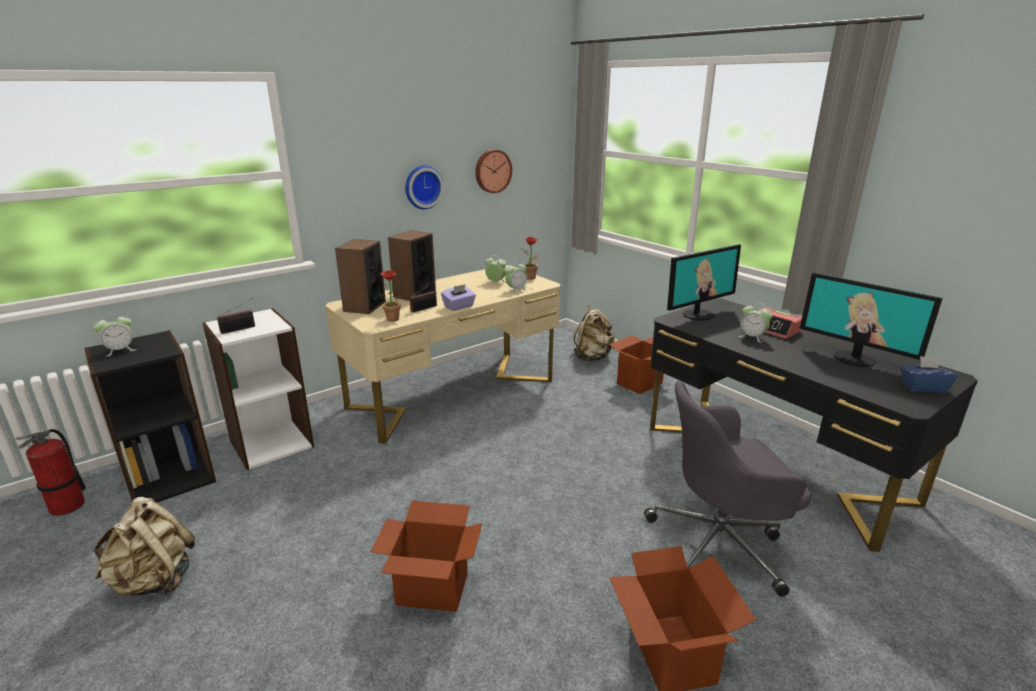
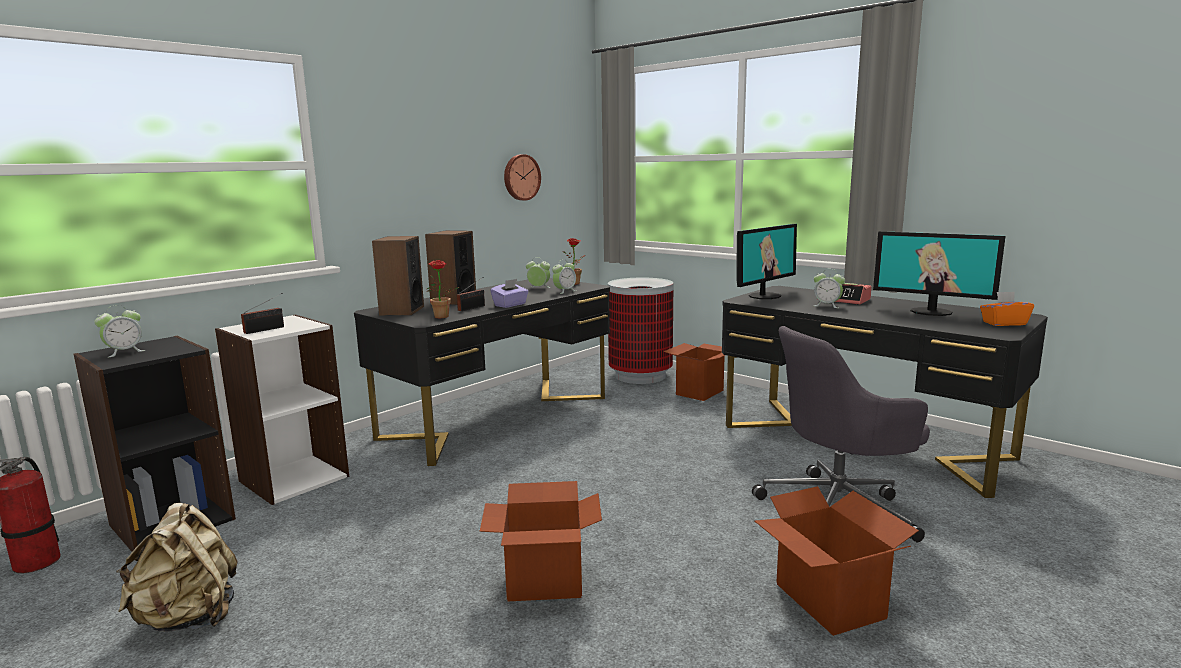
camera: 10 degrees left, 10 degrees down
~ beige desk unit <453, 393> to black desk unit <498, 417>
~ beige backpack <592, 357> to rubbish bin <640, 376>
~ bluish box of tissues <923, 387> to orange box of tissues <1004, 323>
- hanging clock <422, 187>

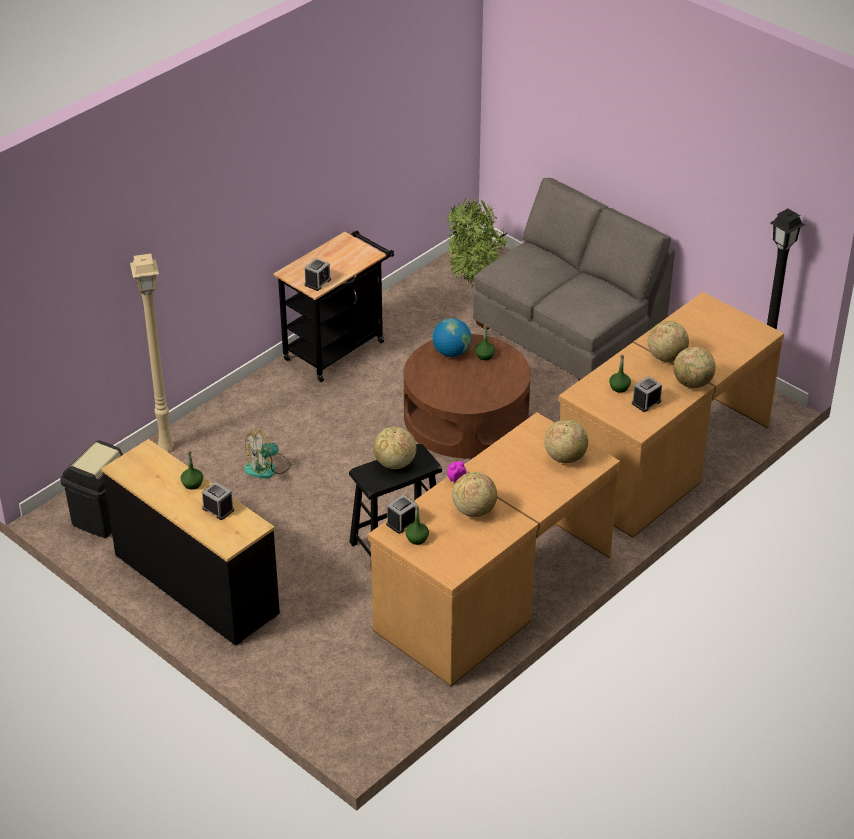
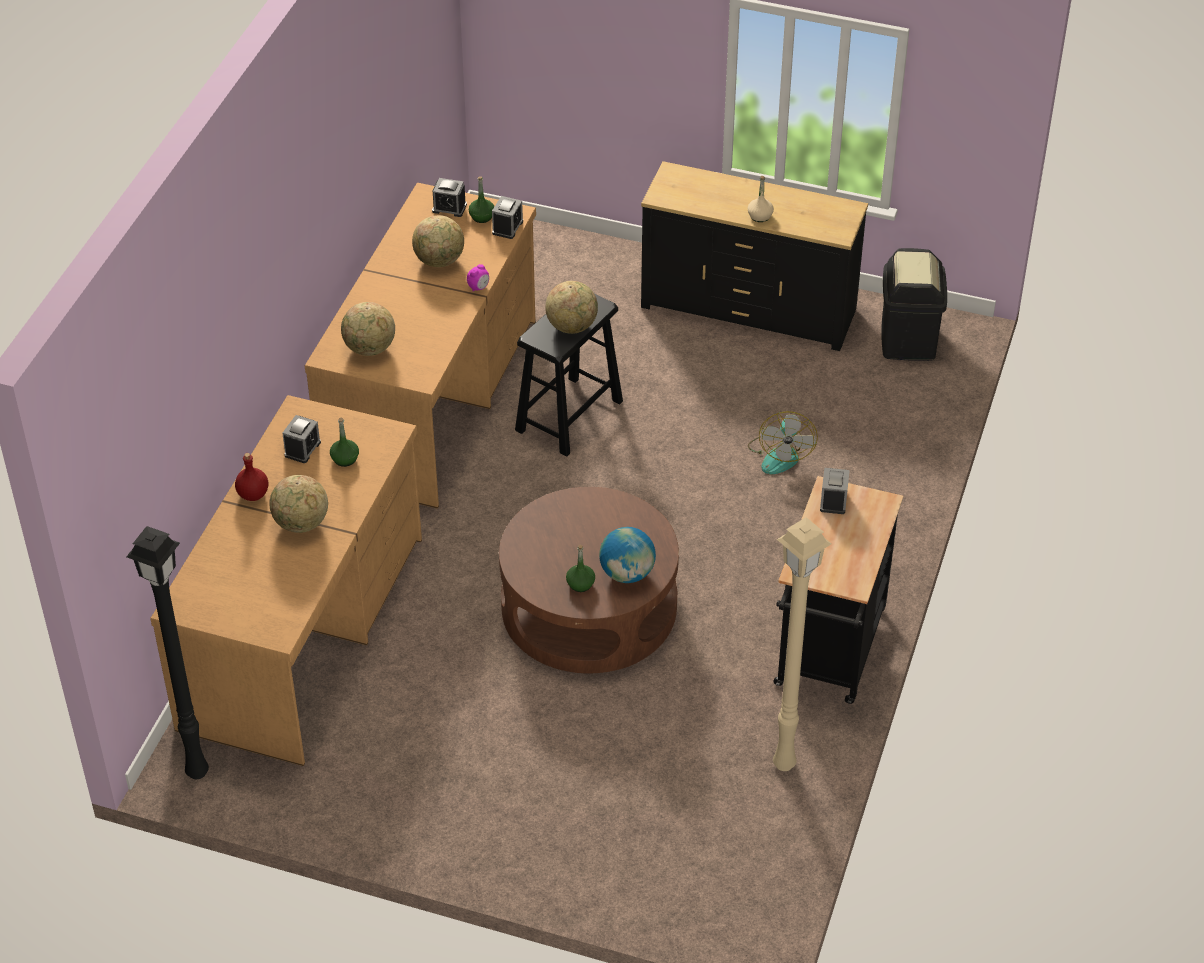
camera: 155 degrees right, 5 degrees up
~ desk globe <692, 383> to reddish beverage bottle <252, 495>
~ table clock <218, 509> to <449, 208>
~ greenish beverage bottle <192, 483> to beige beverage bottle <760, 216>
~ fan <267, 468> = <780, 454> 150 degrees clockwise
~ beige standard lamp <167, 447> to <784, 765>
- plant in a pot <473, 279>
- greyish couch <568, 331>

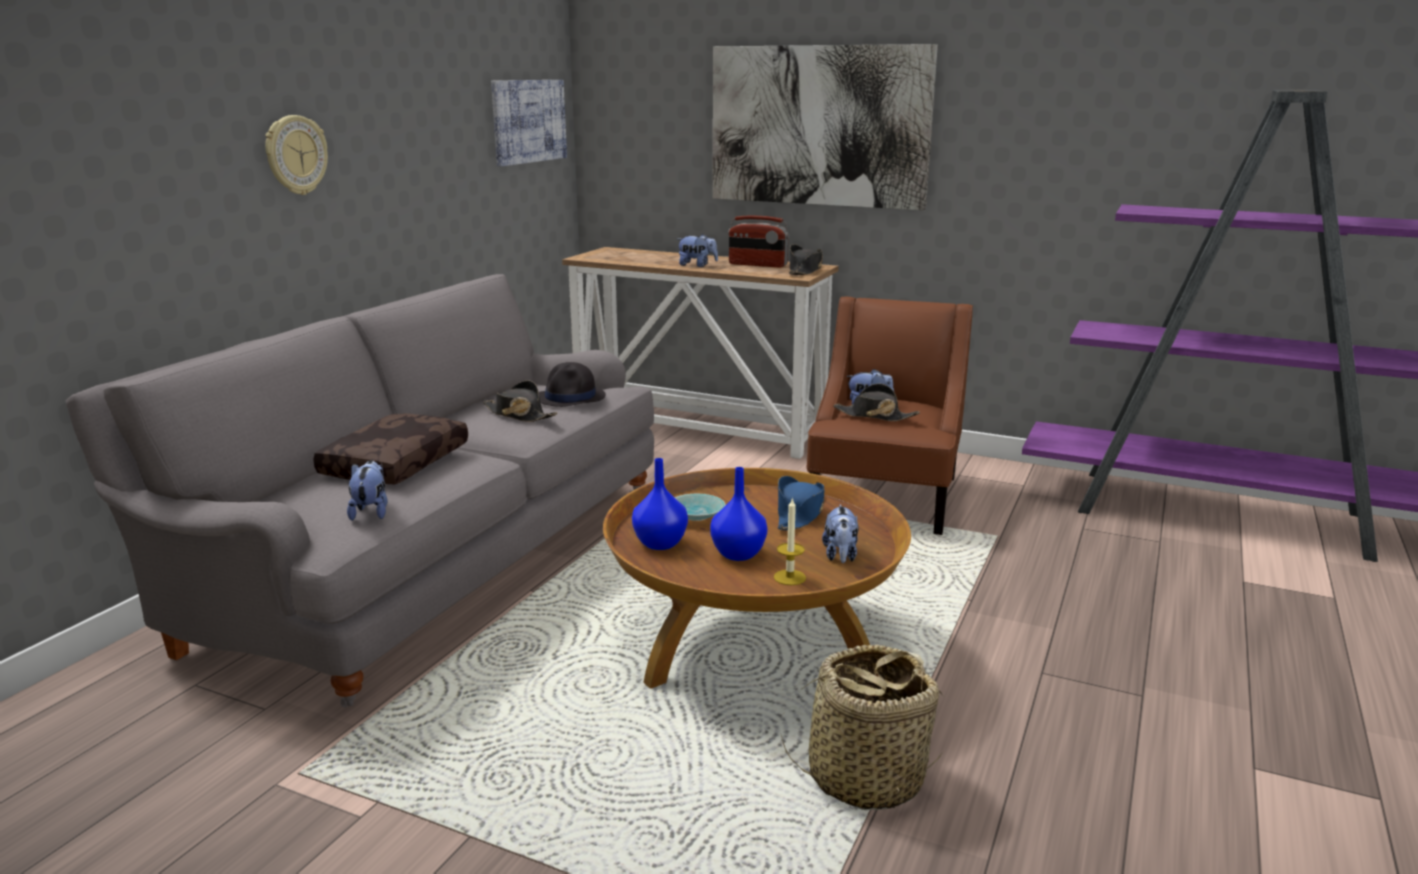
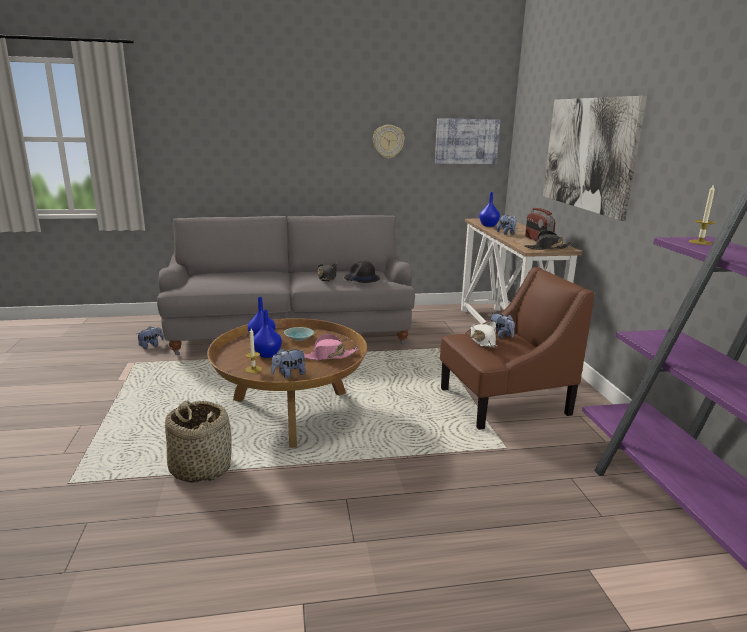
camera: 55 degrees right, 0 degrees up
~ plush toy <371, 512> to <151, 345>
~ bluish wearable hat <799, 514> to pink-coloured wearable hat <328, 356>
~ hanging clock <295, 155> to <388, 141>
~ black wearable hat <874, 416> to white-coloured wearable hat <482, 340>
+ bluish flower vase <489, 225>
+ wax light <700, 242>
- brown-coloured pillow <394, 463>

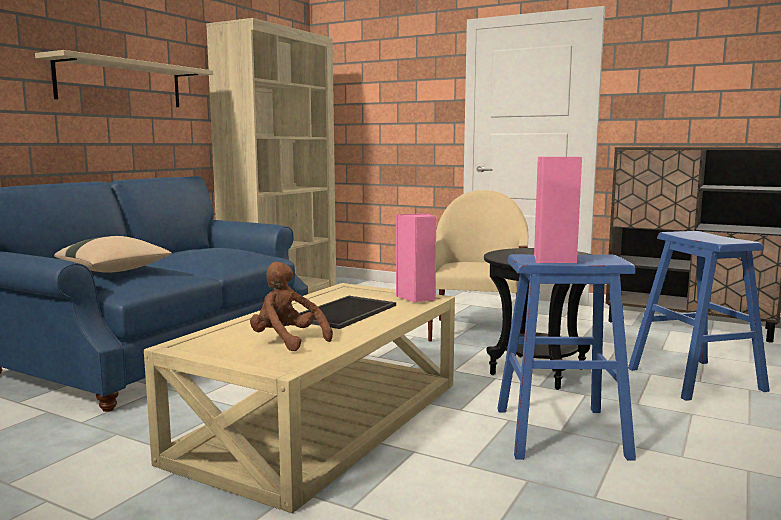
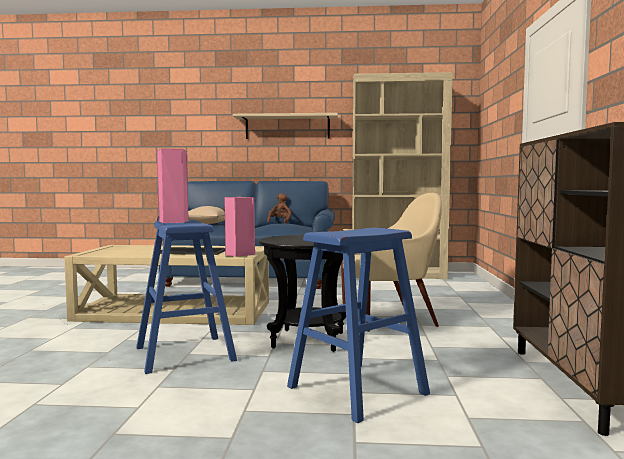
camera: 65 degrees right, 5 degrees down
~ brown-coloured plush toy <287, 341> to <280, 222>

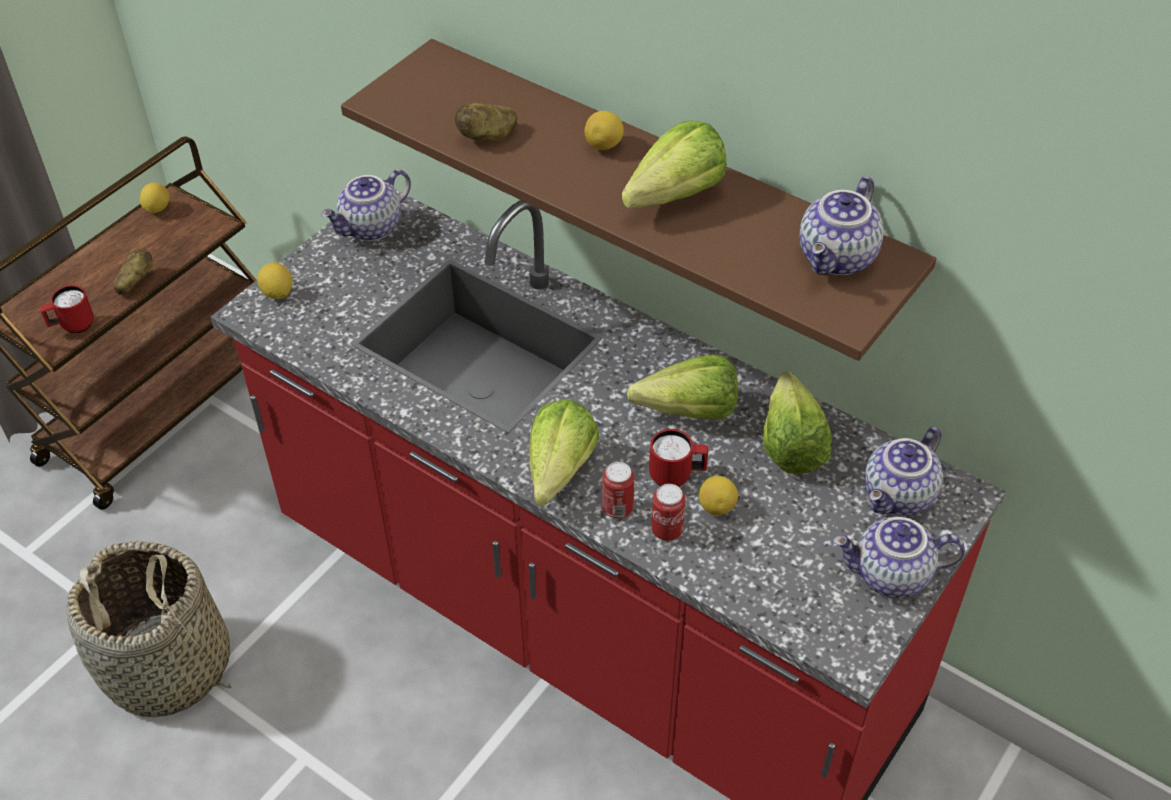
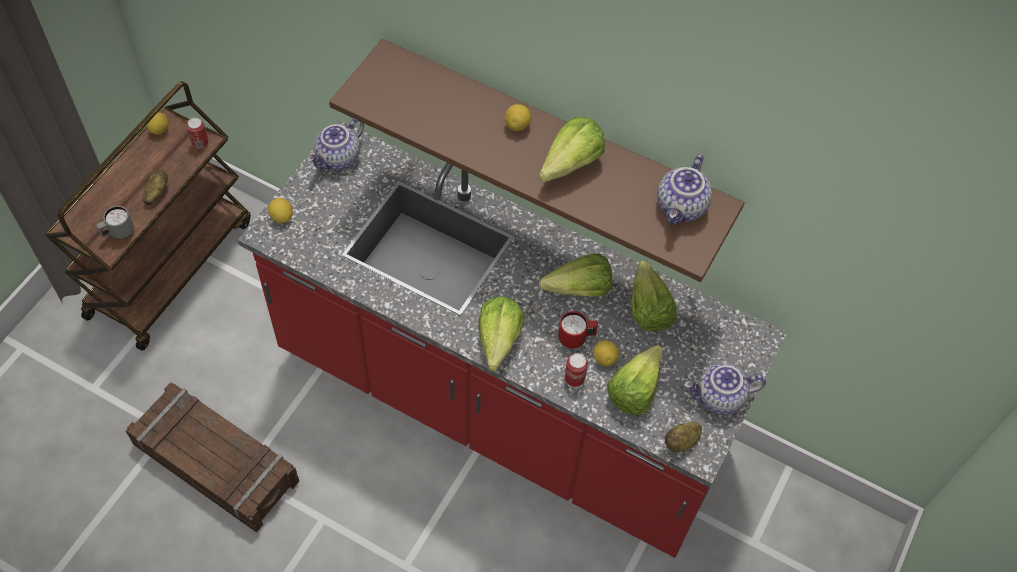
camera: 10 degrees left, 10 degrees up
~ reddish coffee mug <72, 326> to greyish coffee mug <118, 233>
~ storage basket <168, 667> to crate <215, 464>
~ can <617, 509> to <200, 143>
+ lettuce head <639, 387>
~ potato <487, 136> to <682, 442>
- pot for tea <899, 497>

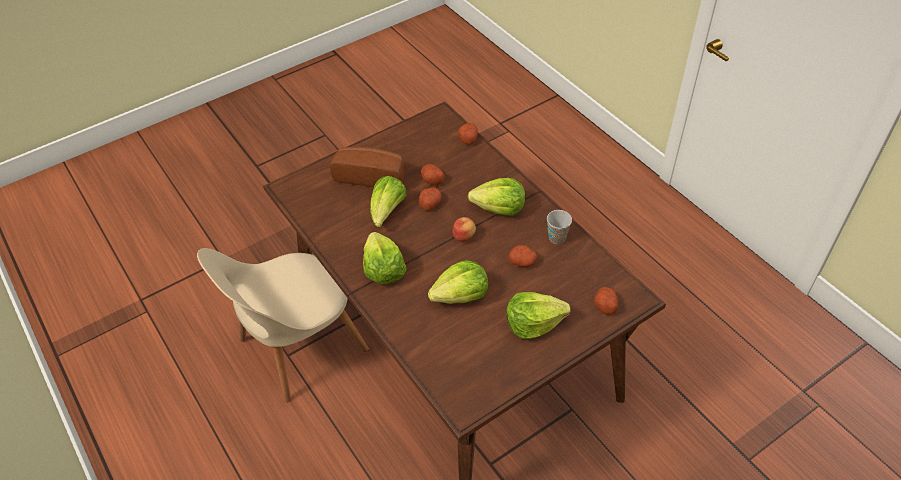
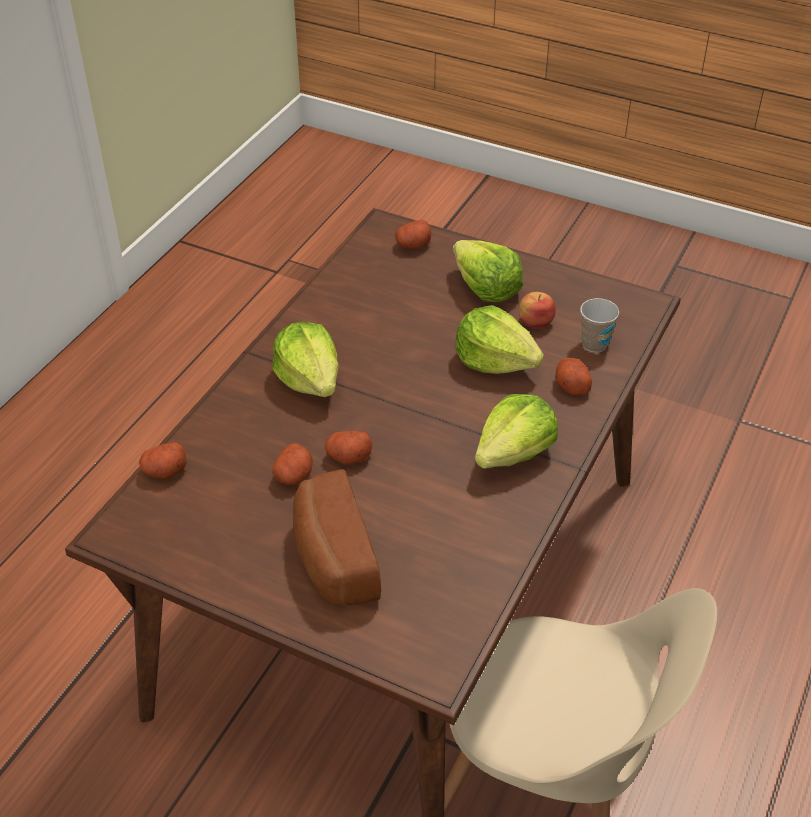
camera: 120 degrees left, 5 degrees down
~ apple fruit <464, 236> to <535, 322>
~ potato <522, 261> to <571, 385>
~ small cup <557, 238> to <594, 344>
- lettuce head <387, 212>

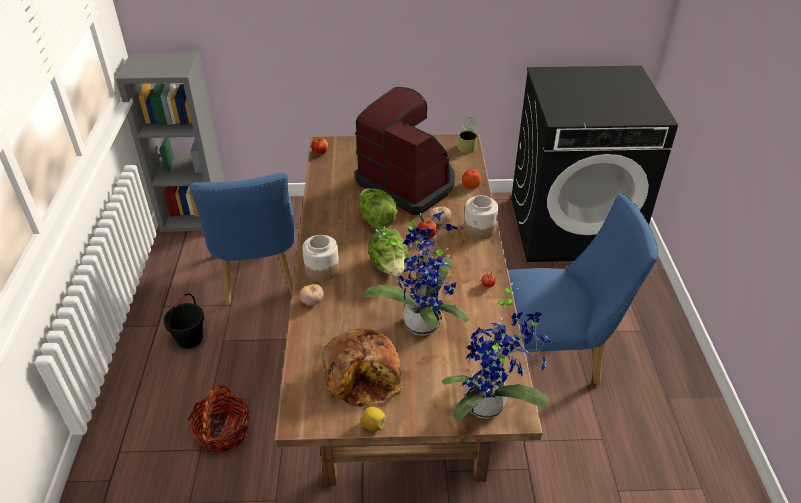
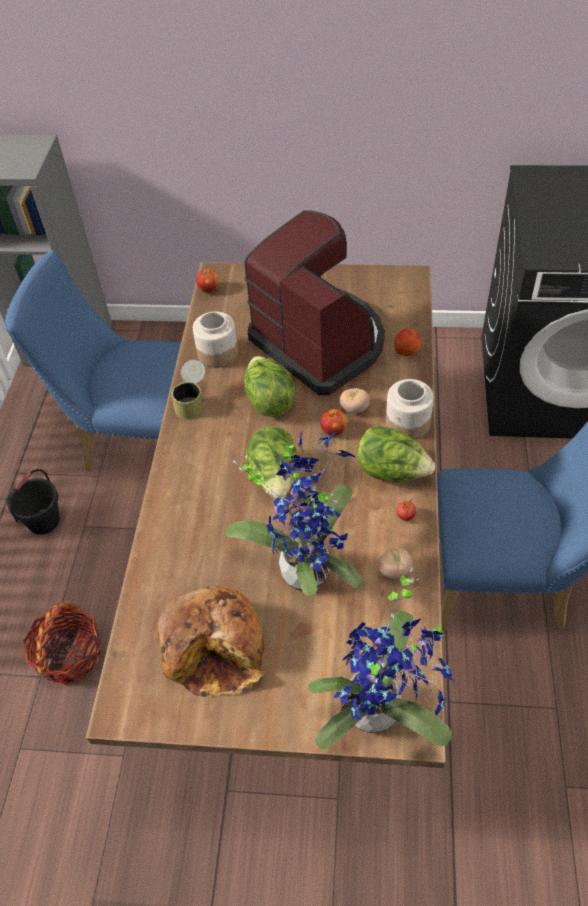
camera: 10 degrees right, 10 degrees up
~ bluish upright chair <259, 279> = <137, 441> 105 degrees clockwise
~ can <467, 144> to <192, 401>
~ preserve jar <321, 270> to <217, 353>
+ lettuce head <392, 472>
~ tomato <312, 301> to <394, 570>
- citrus fruit <373, 425>

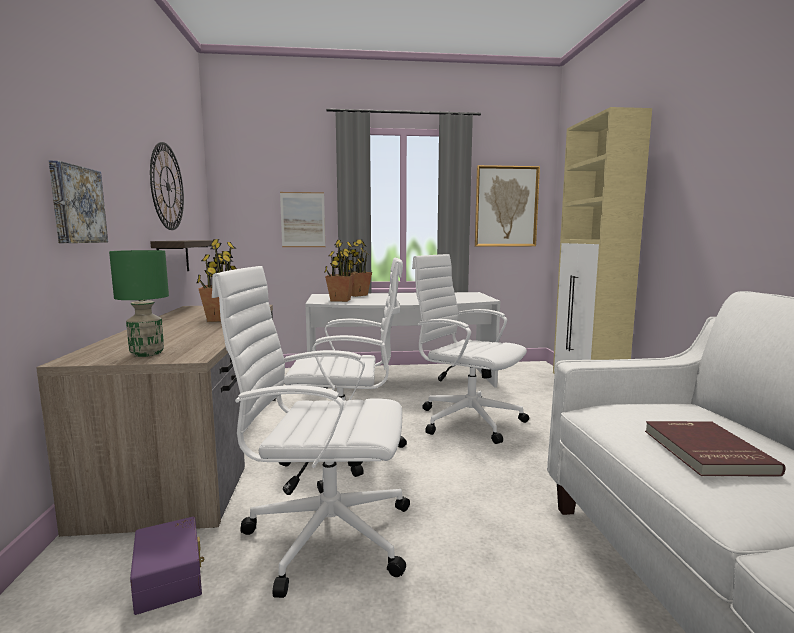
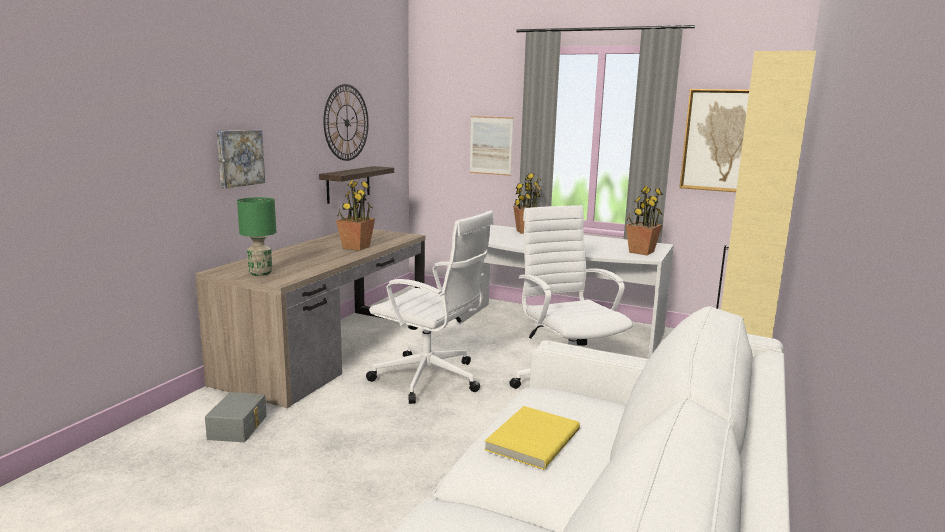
camera: 30 degrees right, 5 degrees up
~ purple storage box <171, 576> to greyish storage box <239, 427>
~ reddish bound book <704, 451> to yellow bound book <531, 439>
~ plant in a pot <340, 300> to <641, 252>
- white-coloured computer chair <324, 534>

